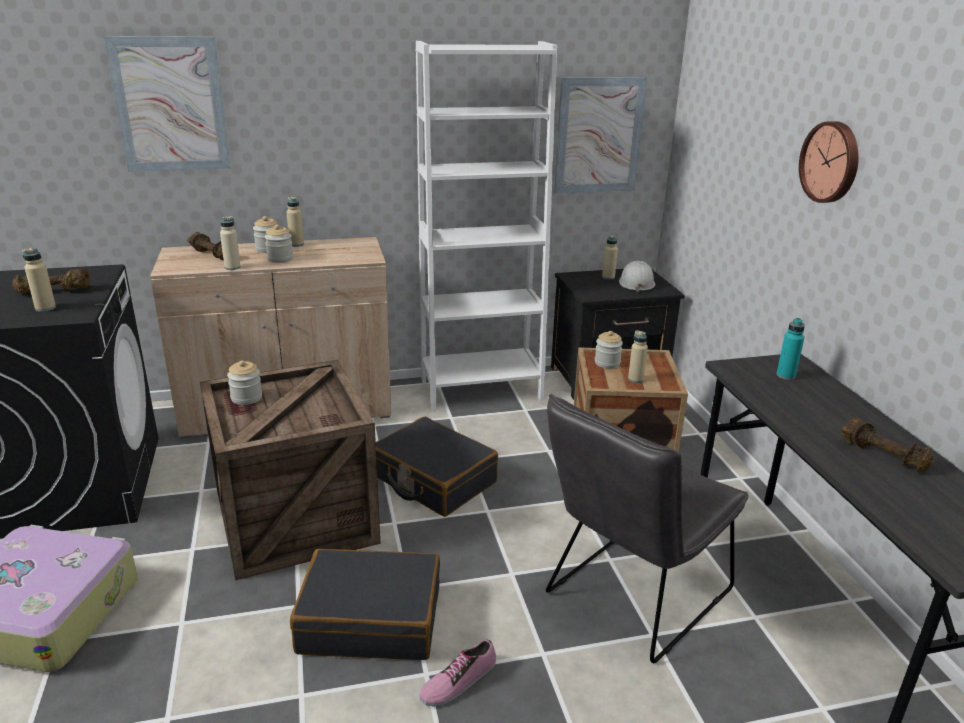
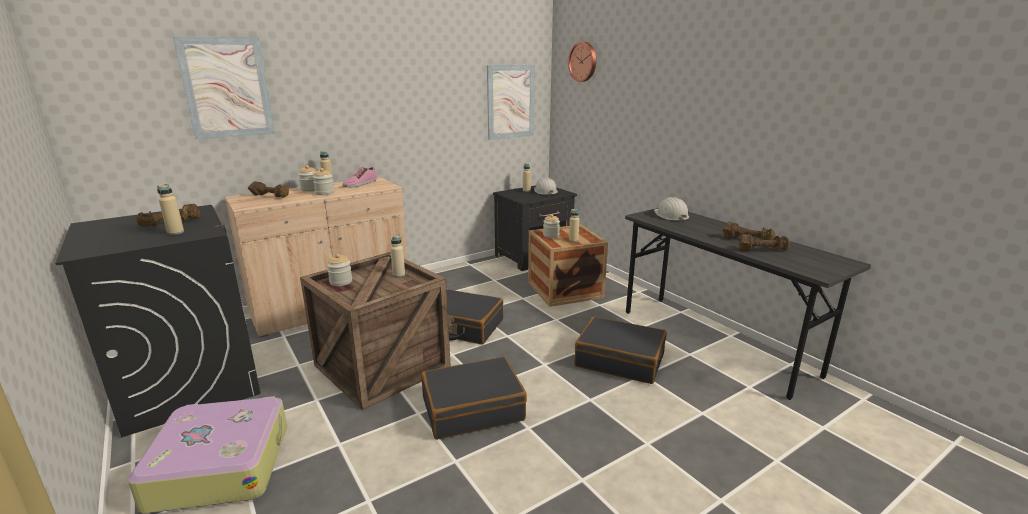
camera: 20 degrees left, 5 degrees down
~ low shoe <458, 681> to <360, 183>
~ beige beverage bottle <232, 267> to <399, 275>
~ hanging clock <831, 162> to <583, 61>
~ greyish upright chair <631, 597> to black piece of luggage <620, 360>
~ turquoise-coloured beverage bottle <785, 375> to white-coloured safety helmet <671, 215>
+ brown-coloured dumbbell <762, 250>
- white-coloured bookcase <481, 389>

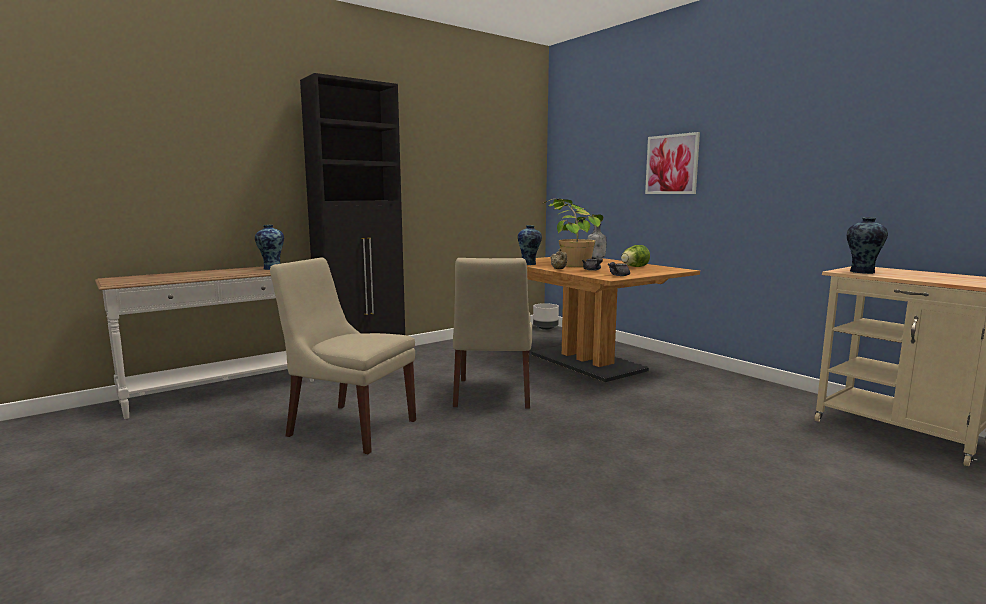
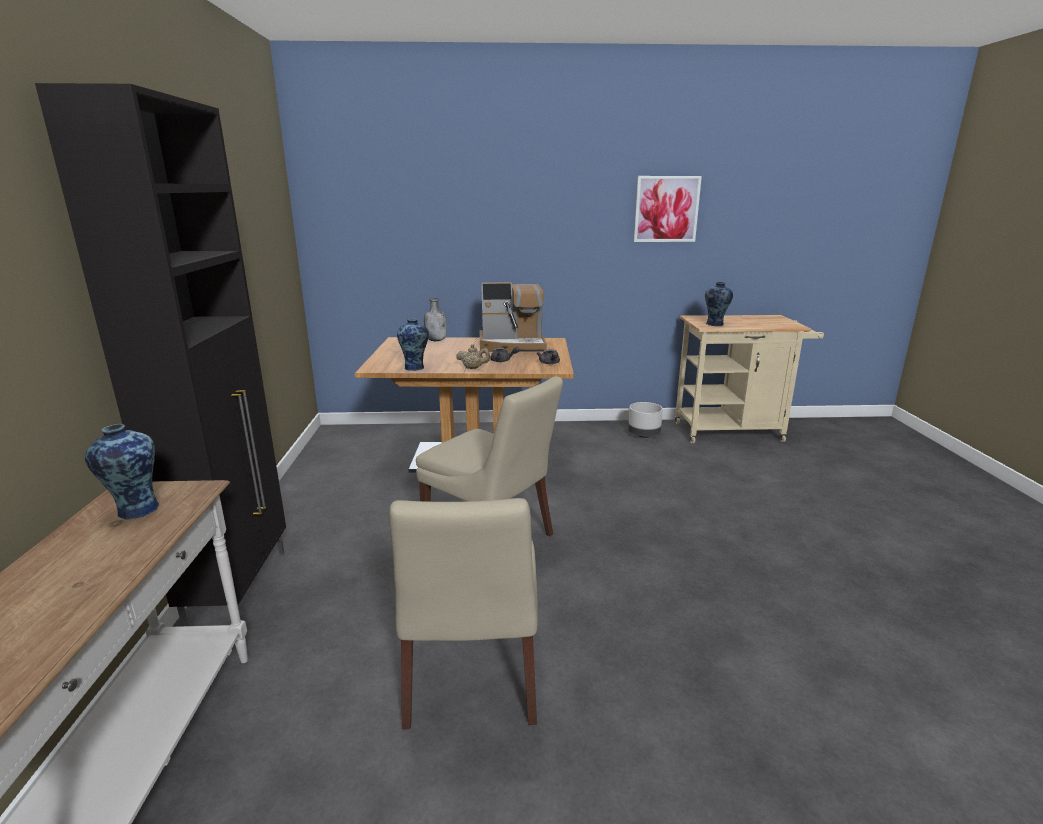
camera: 55 degrees left, 10 degrees up
~ beige upright chair <349, 427> = <471, 676> 60 degrees counterclockwise
~ lettuce head <634, 267> to coffee machine <513, 346>
~ greyish planter <545, 328> to <644, 434>
~ picture <672, 164> to <666, 209>
- plant in a pot <570, 263>

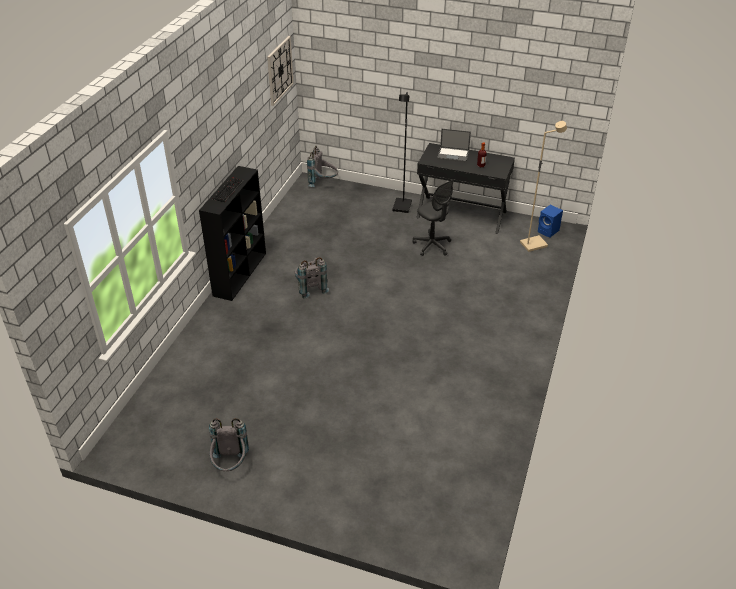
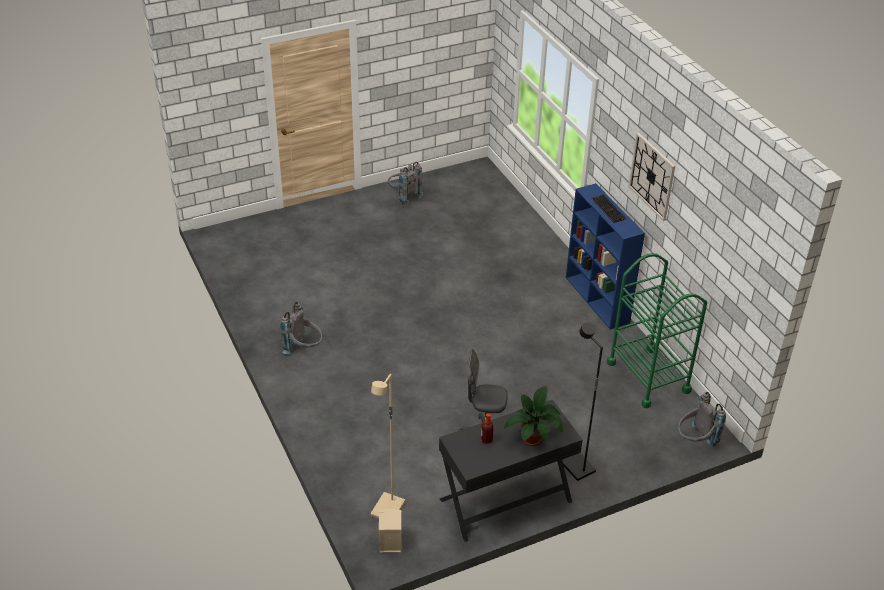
camera: 135 degrees right, 0 degrees up
~ greyish backpack <310, 288> to <304, 349>
~ bluish audio speaker <548, 231> to beige audio speaker <389, 542>
~ notebook computer <453, 154> to plant in a pot <533, 437>
~ black bookcase <240, 273> to bluish bookcase <597, 300>
+ greenish cart <648, 377>
~ hanging clock <279, 70> to <652, 176>

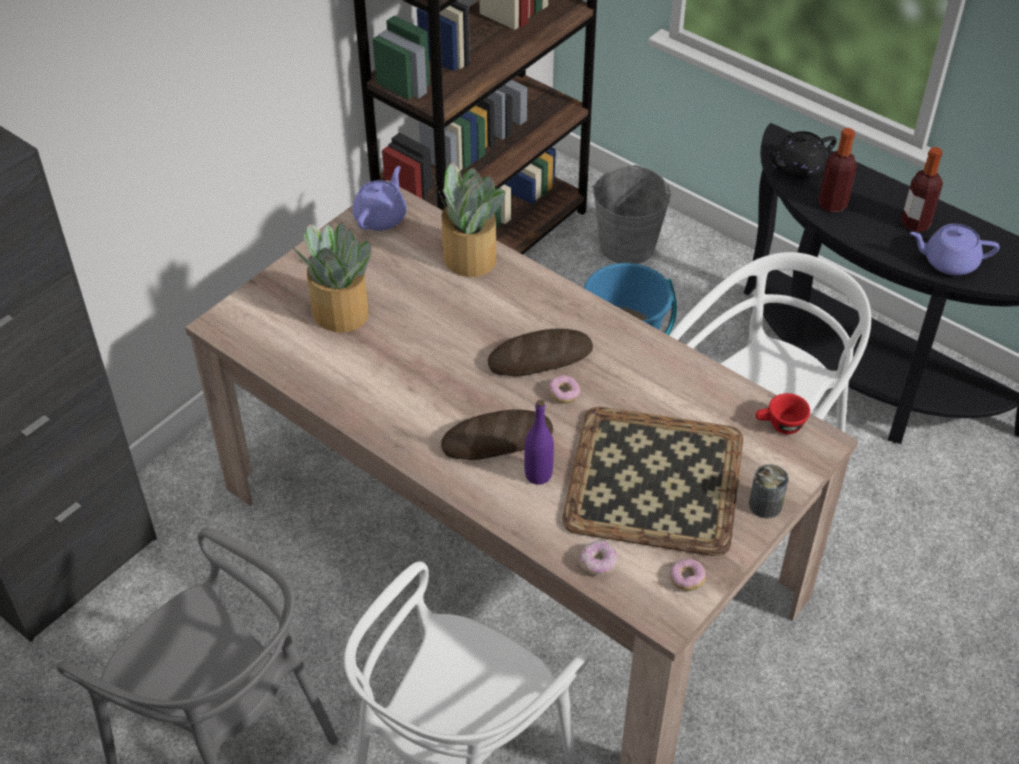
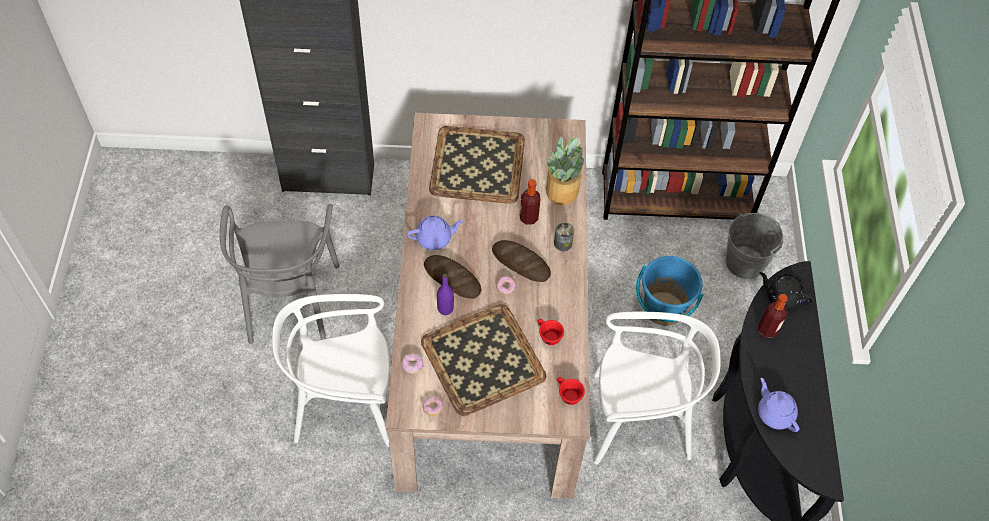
camera: 50 degrees right, 10 degrees up
~ purple pot for tea <381, 217> to <435, 238>
~ plant in a pot <341, 313> to tray <476, 164>
~ beverage bottle <915, 223> to <528, 218>
+ reddish small cup <547, 336>
~ can <765, 505> to <563, 243>

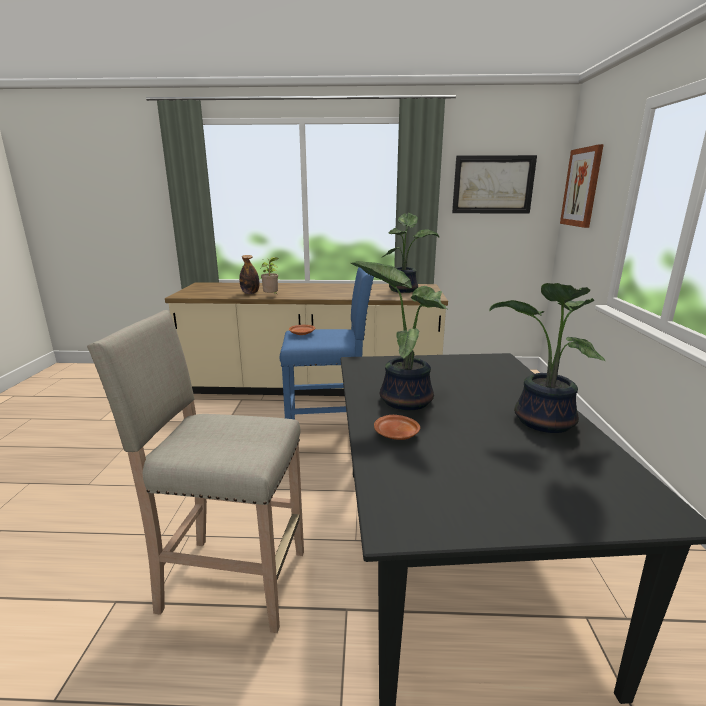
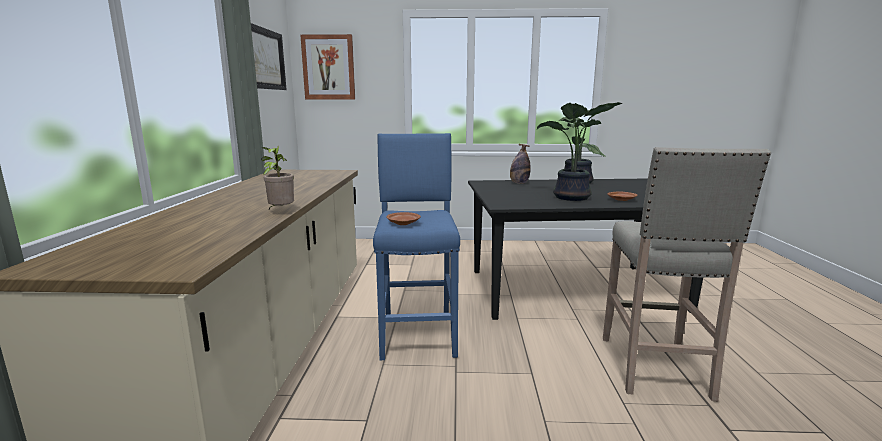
camera: 90 degrees left, 5 degrees down
~ beverage bottle <250, 293> to <519, 183>
- plant in a pot <404, 290>

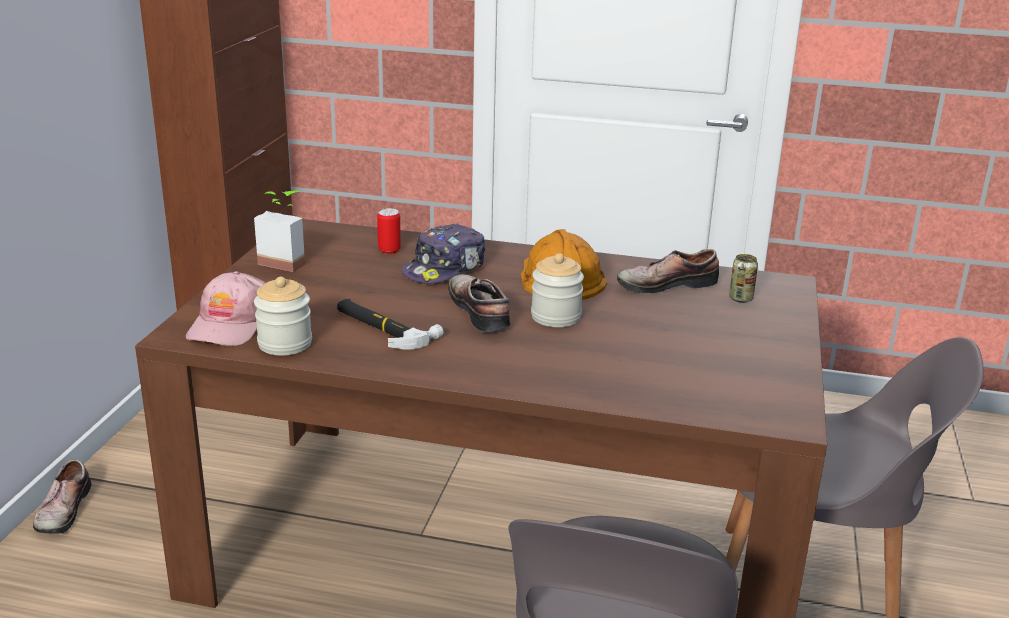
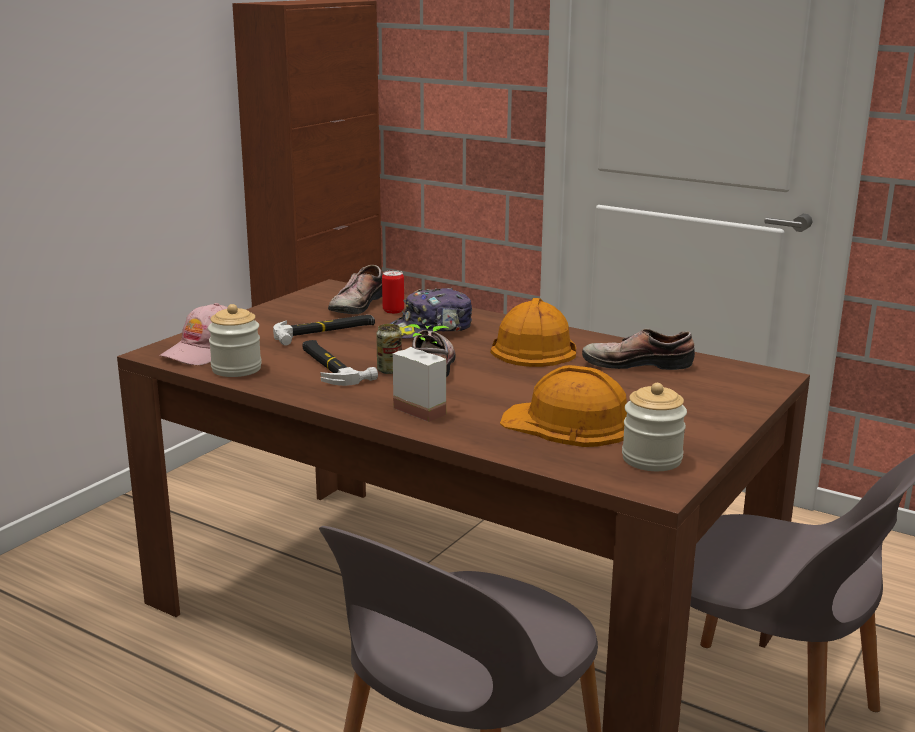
camera: 20 degrees right, 5 degrees down
+ hammer <325, 332>
~ low shoe <61, 510> to <355, 304>
~ can <740, 298> to <389, 370>
~ plant in a pot <286, 261> to <427, 408>
+ orange safety helmet <569, 423>
~ preserve jar <556, 317> to <651, 459>

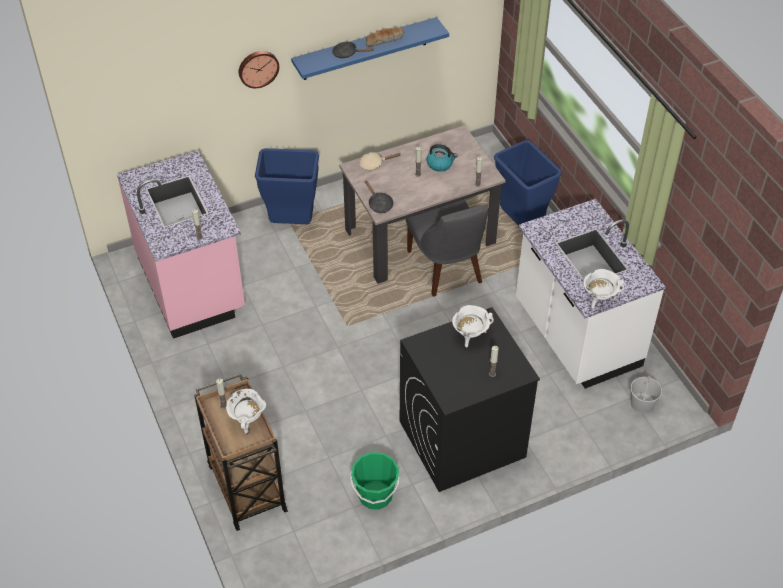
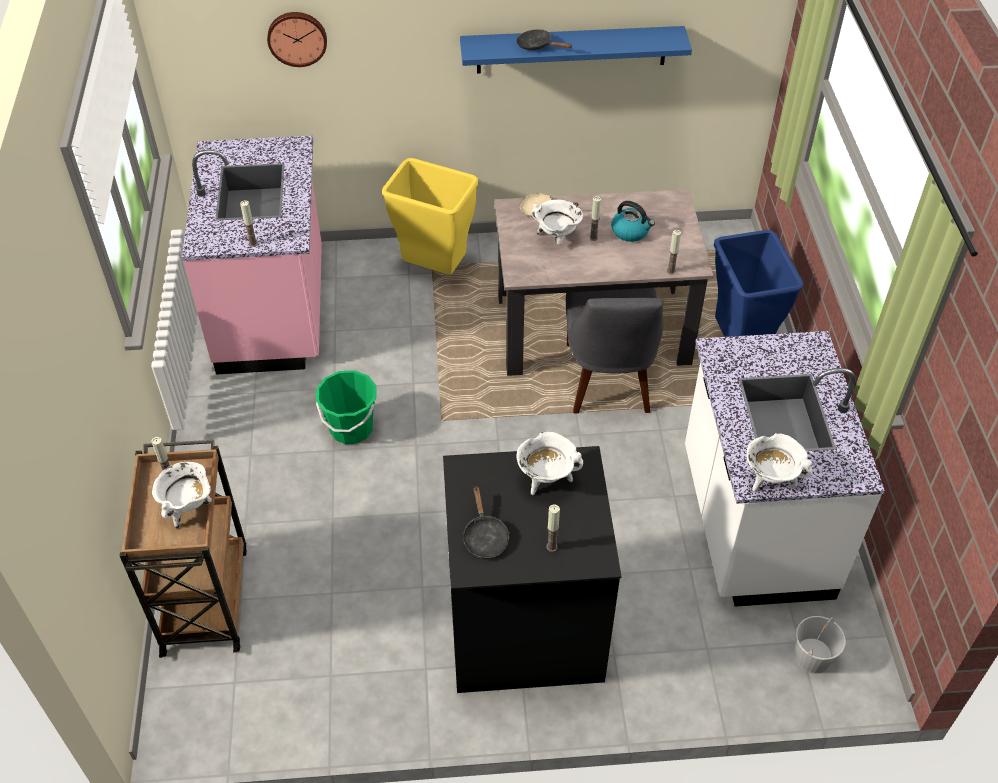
camera: 20 degrees right, 0 degrees up
~ hanging clock <258, 68> to <297, 37>
~ greenish water bucket <375, 495> to <351, 428>
~ bluish rubbish bin <293, 223> to yellow rubbish bin <436, 269>
~ black pan <379, 204> to <484, 537>
+ white-coloured saucepot <556, 238>
- bakery bread <384, 40>

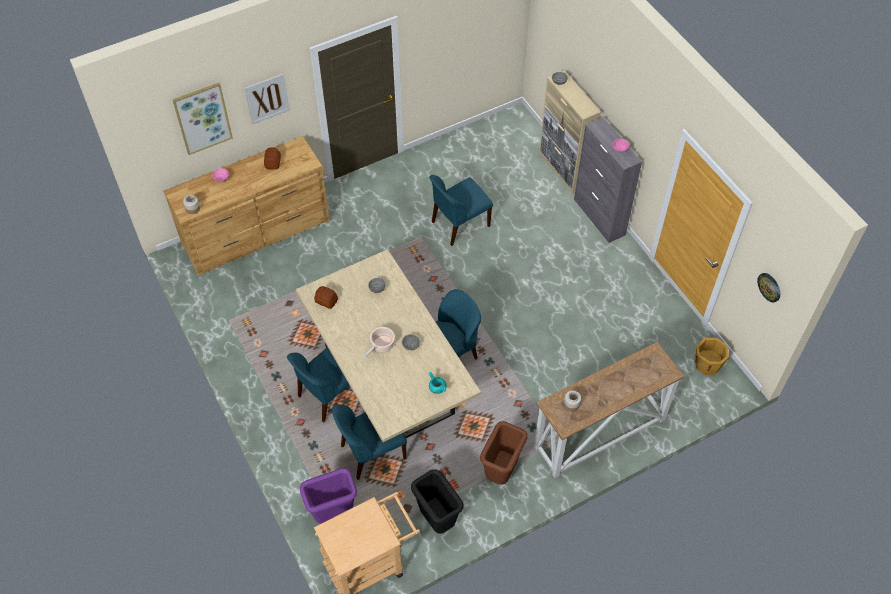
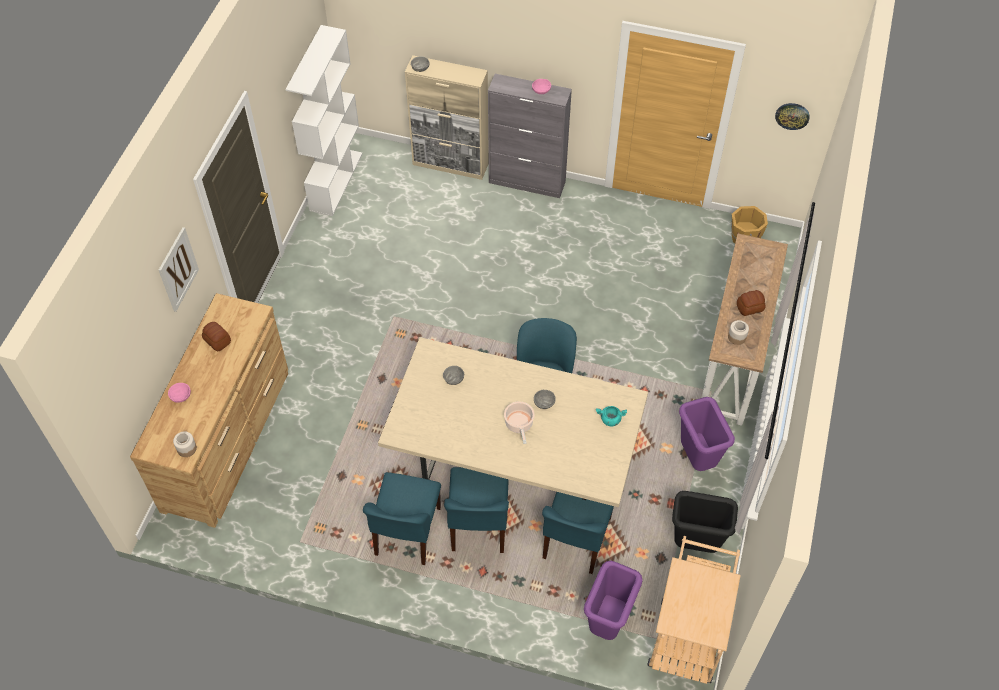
camera: 45 degrees left, 0 degrees up
+ white-coloured bookcase <336, 181>
~ bluish upright chair <459, 224> to <407, 533>
~ brown-coloured rubbish bin <501, 472> to purple rubbish bin <697, 458>
~ bakery bread <326, 301> to <750, 307>
- picture <202, 118>

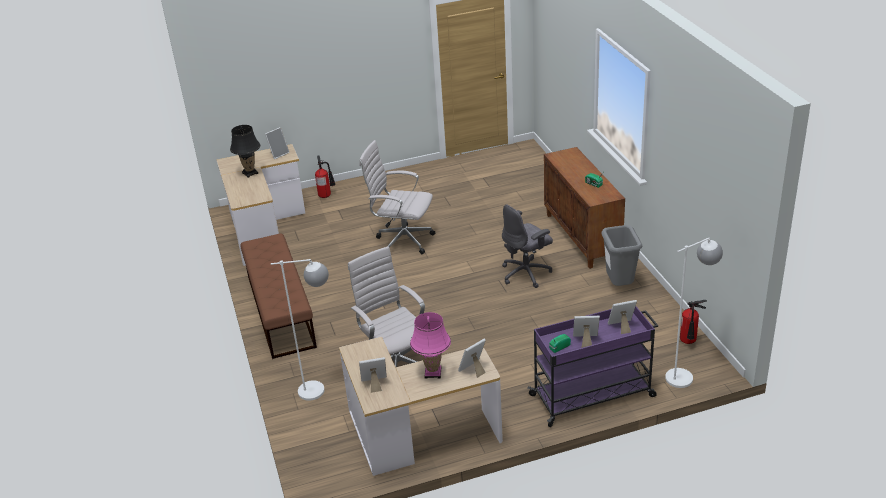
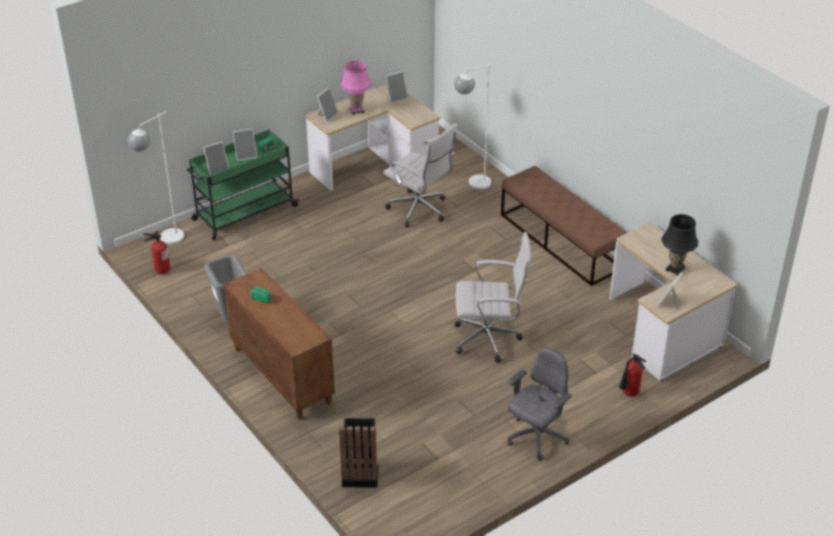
camera: 160 degrees right, 5 degrees up
~ purple cart <593, 395> to greenish cart <244, 213>
+ black rubbish bin <360, 474>
~ greyish computer chair <526, 273> to <536, 437>

